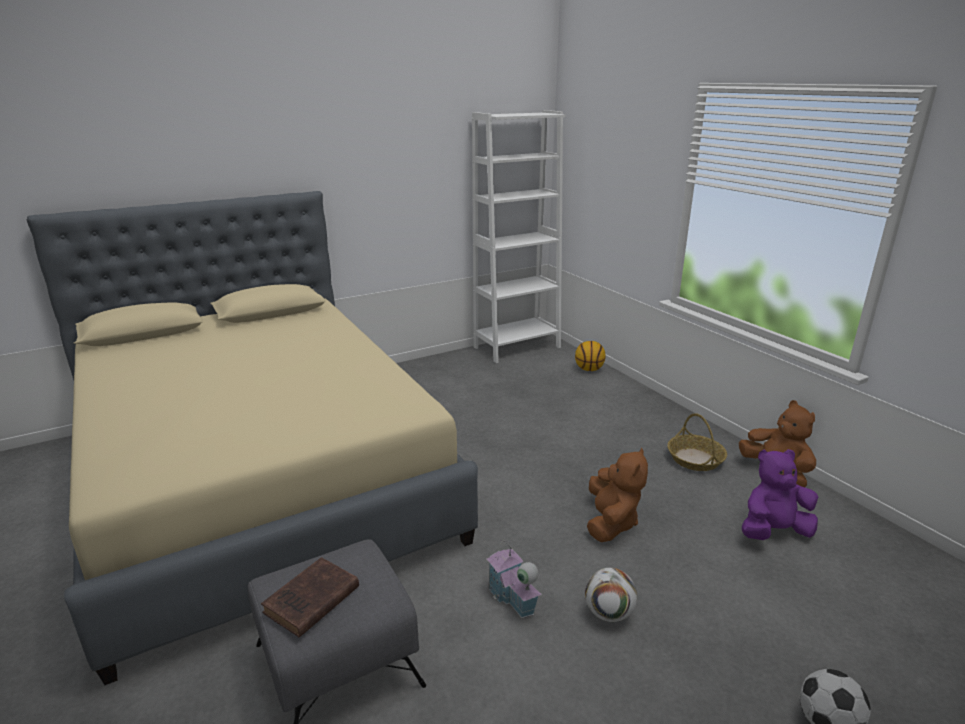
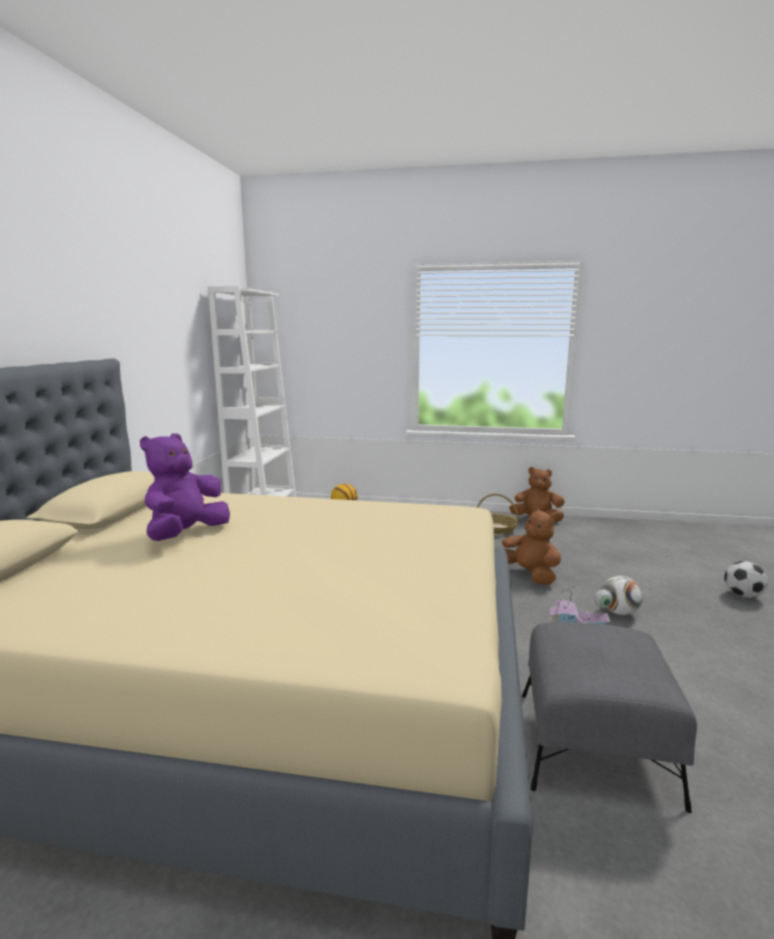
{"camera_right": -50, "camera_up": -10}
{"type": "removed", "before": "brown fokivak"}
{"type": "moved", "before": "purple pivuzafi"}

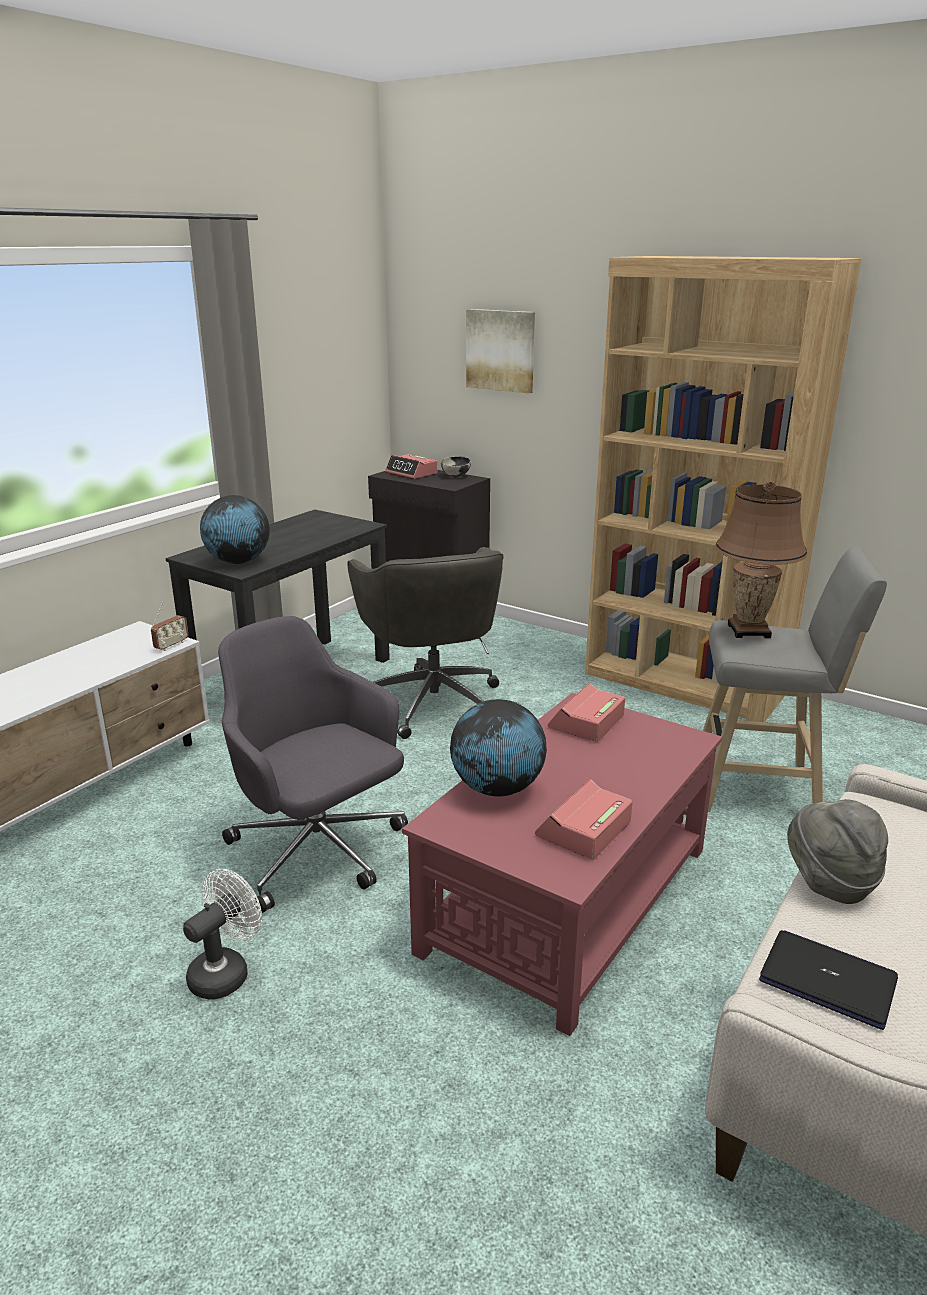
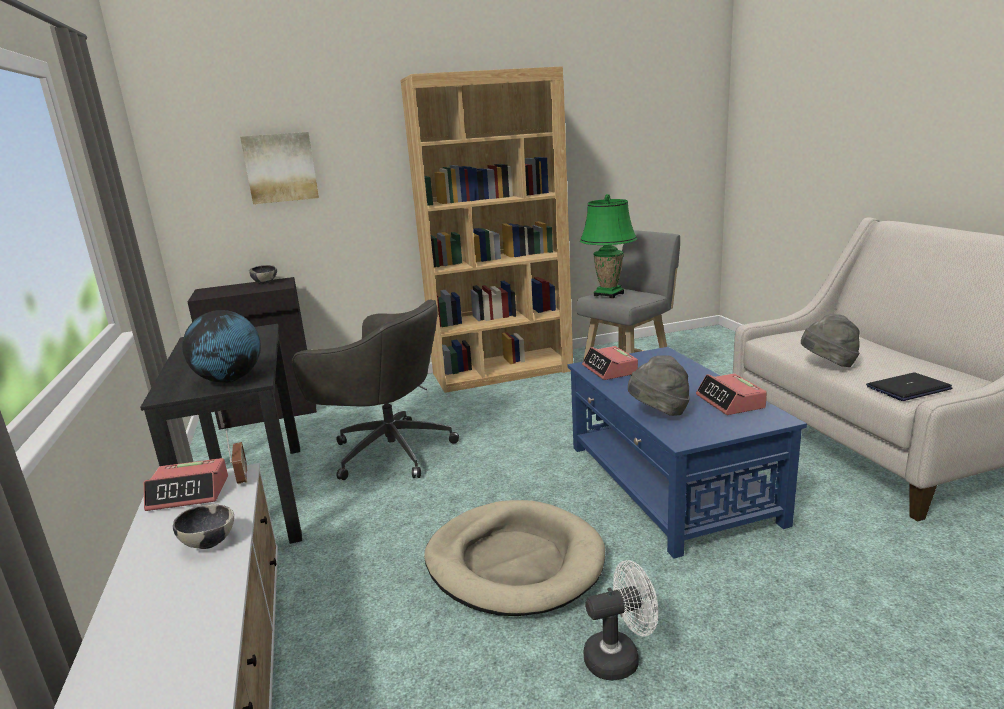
{"camera_right": -50, "camera_up": -5}
{"type": "added", "after": "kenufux (1st from left)"}
{"type": "moved", "before": "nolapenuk (1st from left)"}
{"type": "replaced", "before": "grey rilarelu (1st from left)", "after": "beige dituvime"}
{"type": "replaced", "before": "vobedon (2nd from left)", "after": "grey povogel (1st from left)"}
{"type": "recoloured", "before": "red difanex", "after": "blue difanex"}
{"type": "recoloured", "before": "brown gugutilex", "after": "green gugutilex"}
{"type": "turned", "before": "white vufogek", "turn": 90}

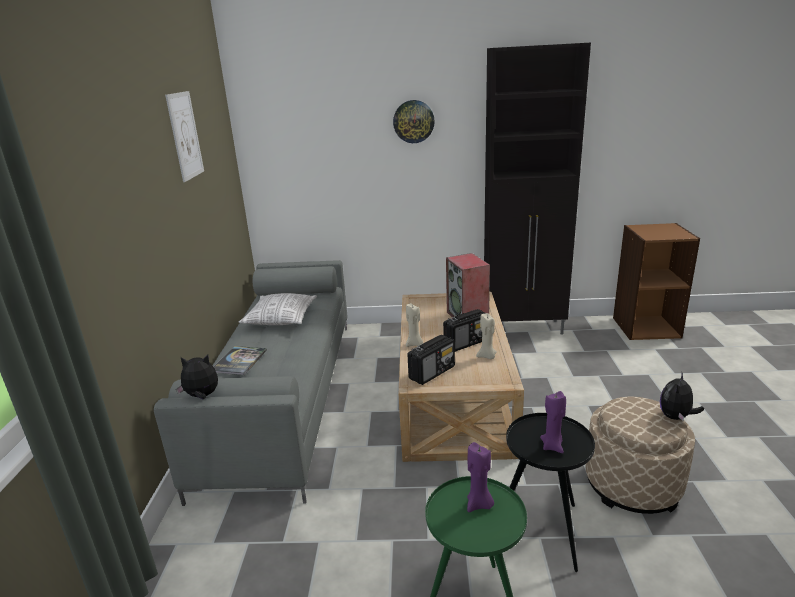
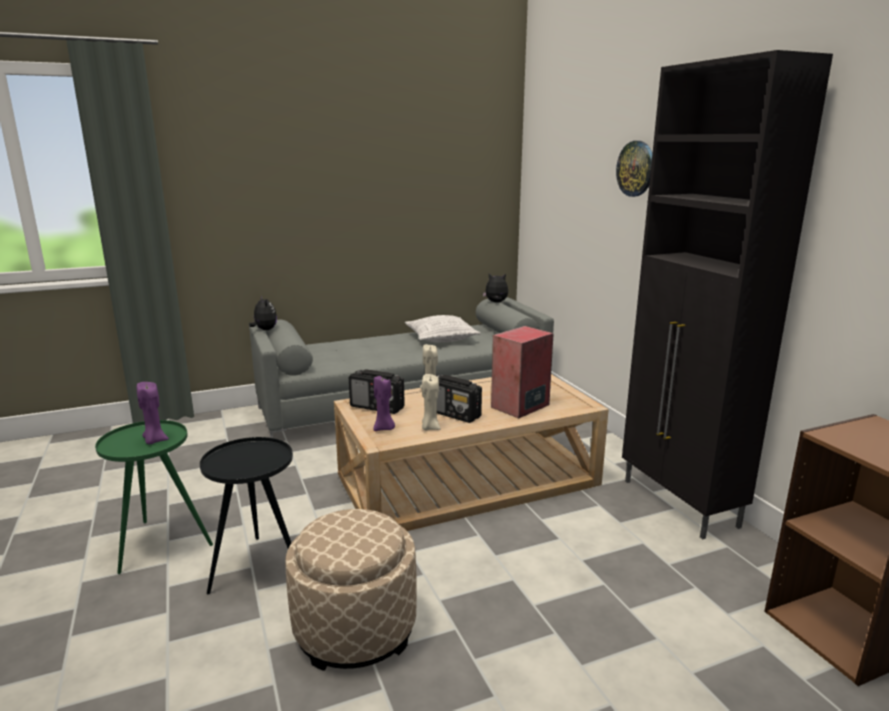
{"camera_right": 65, "camera_up": -5}
{"type": "removed", "before": "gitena"}
{"type": "removed", "before": "fokivak"}
{"type": "moved", "before": "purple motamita (2nd from left)"}
{"type": "moved", "before": "pivuzafi (2nd from left)"}

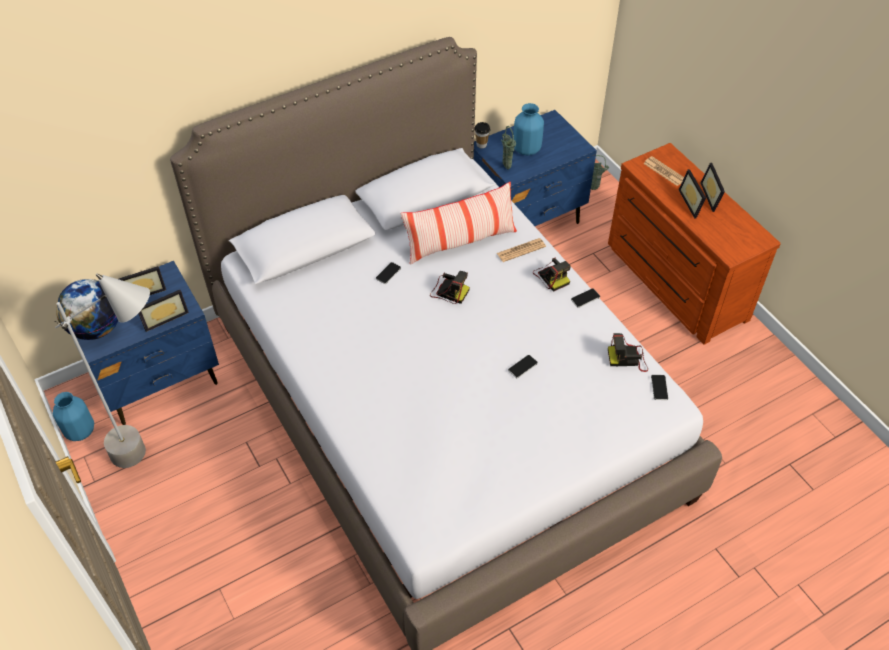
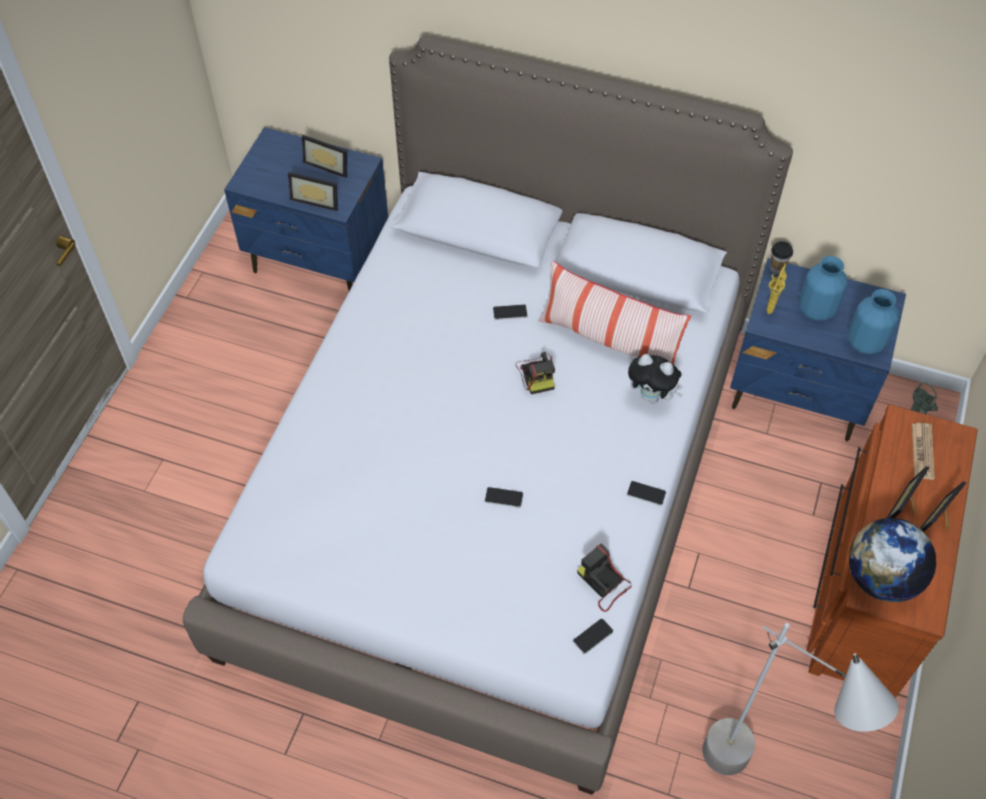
{"camera_right": 50, "camera_up": 5}
{"type": "removed", "before": "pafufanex (2nd from left)"}
{"type": "moved", "before": "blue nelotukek (1st from left in the first image)", "after": "blue nelotukek (2nd from left)"}
{"type": "moved", "before": "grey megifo"}
{"type": "moved", "before": "vobedon"}
{"type": "replaced", "before": "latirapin (1st from left)", "after": "pivuzafi"}
{"type": "recoloured", "before": "green nelotukek (1st from left)", "after": "yellow nelotukek"}

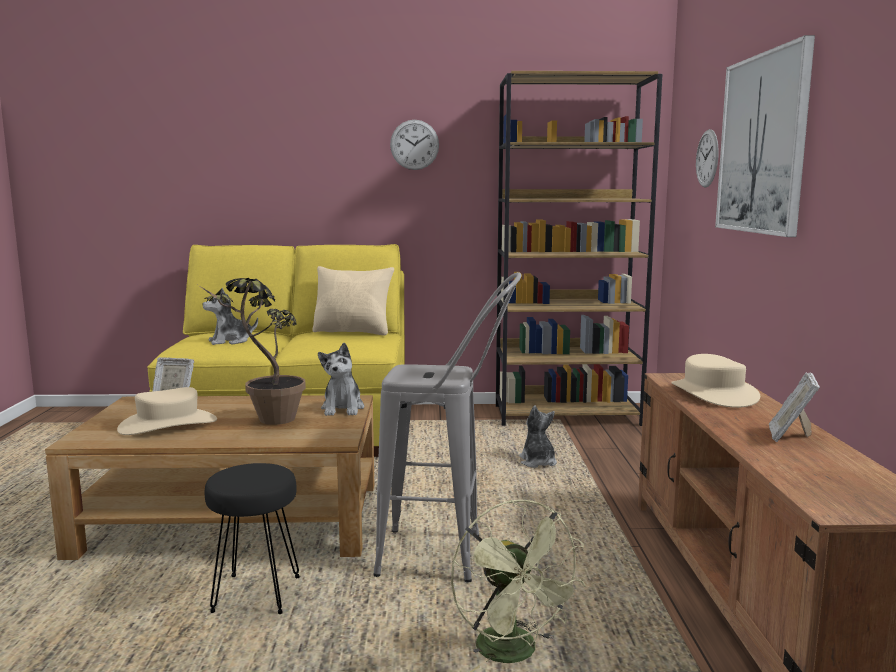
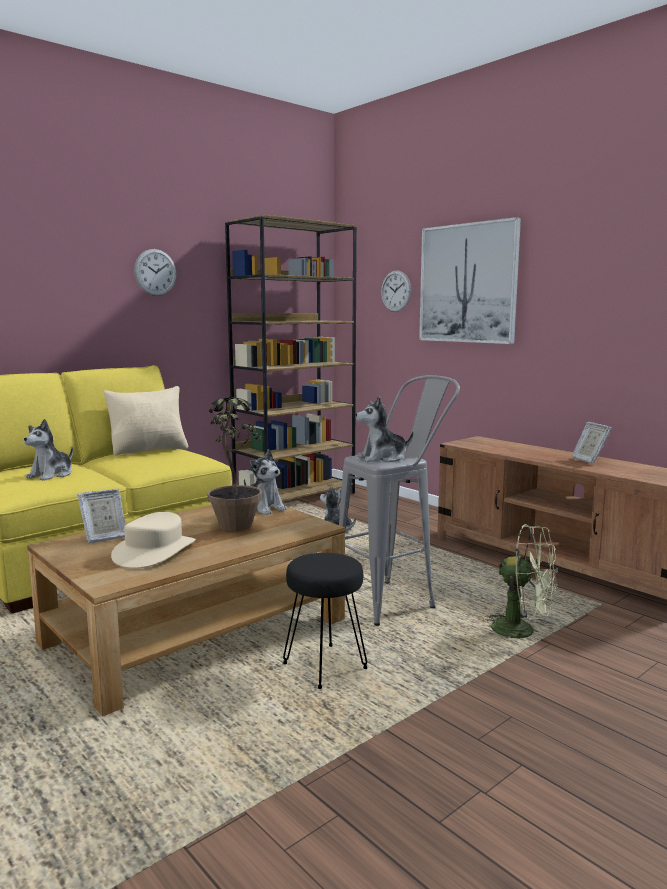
{"camera_right": -40, "camera_up": 0}
{"type": "removed", "before": "beige povogel (2nd from left)"}
{"type": "added", "after": "pivuzafi (4th from left)"}

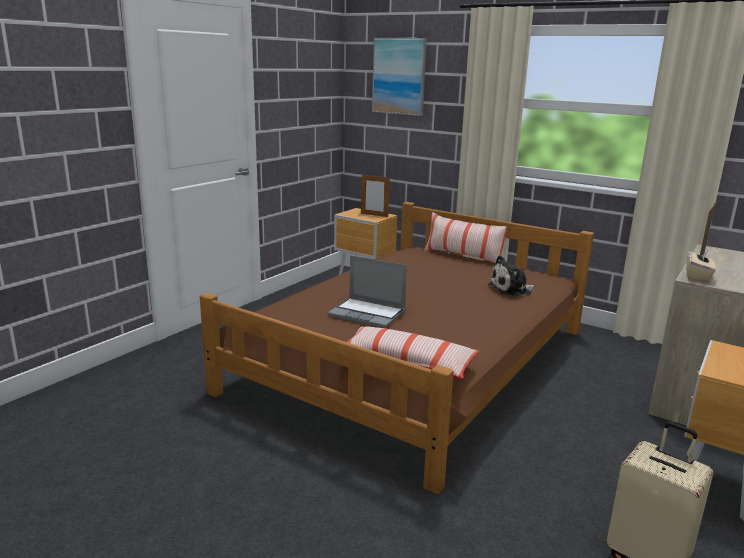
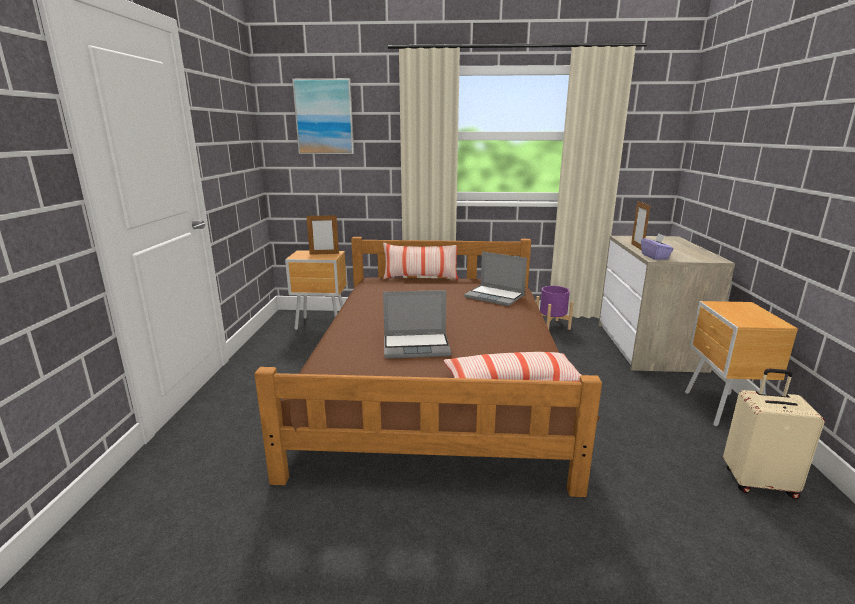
{"camera_right": -30, "camera_up": 0}
{"type": "added", "after": "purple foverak"}
{"type": "replaced", "before": "pivuzafi", "after": "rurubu (2nd from left)"}
{"type": "recoloured", "before": "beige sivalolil", "after": "purple sivalolil"}

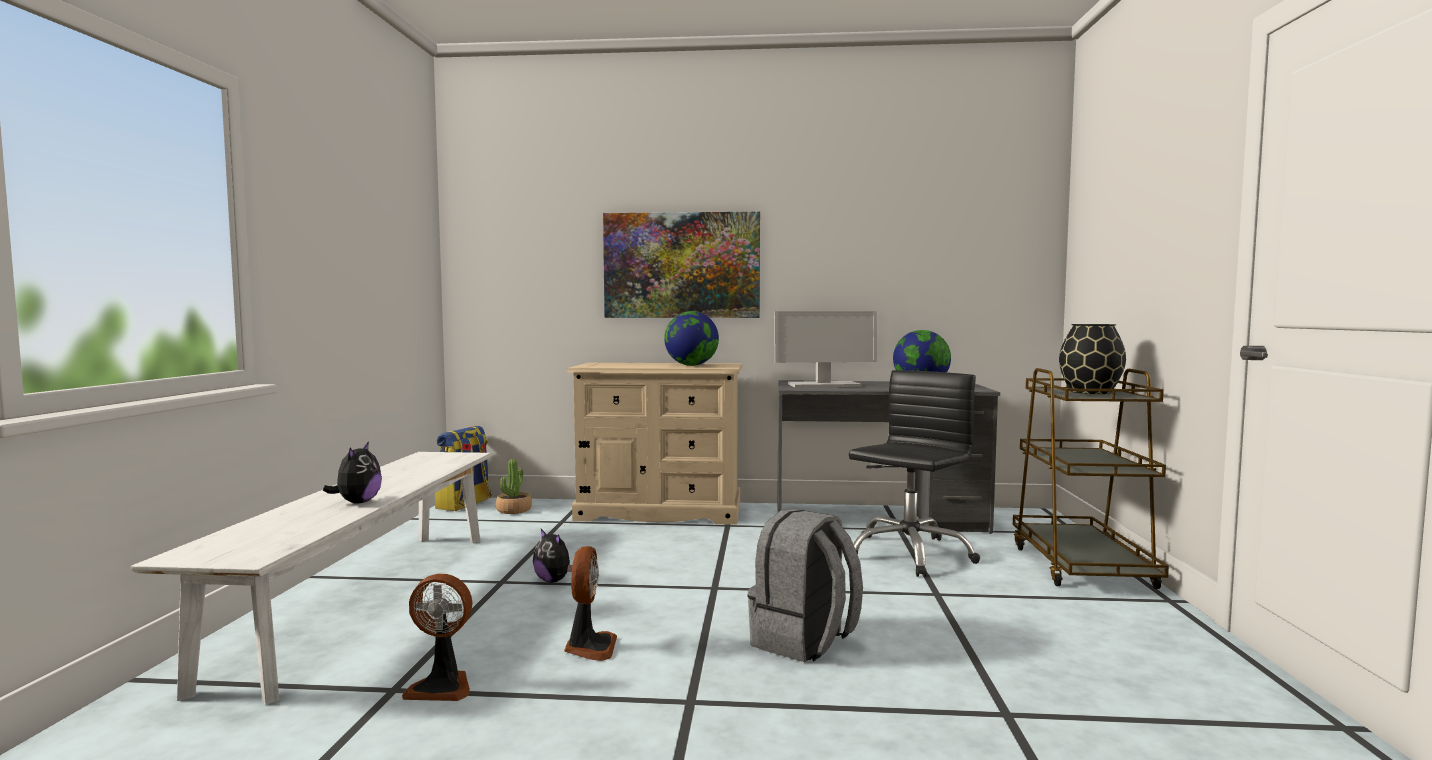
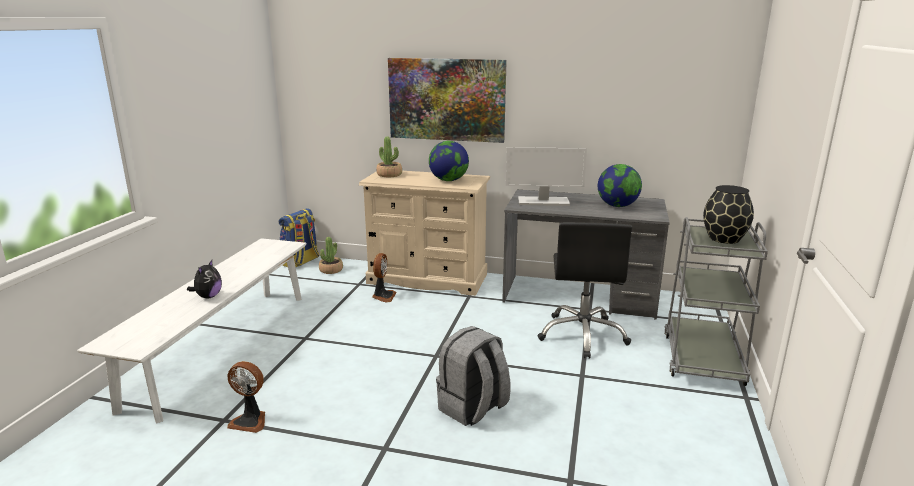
{"camera_right": 10, "camera_up": 15}
{"type": "removed", "before": "pivuzafi (2nd from left)"}
{"type": "added", "after": "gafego (2nd from left)"}
{"type": "moved", "before": "vufogek (2nd from left)"}
{"type": "recoloured", "before": "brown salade", "after": "grey salade"}
{"type": "turned", "before": "black rilarelu", "turn": 135}

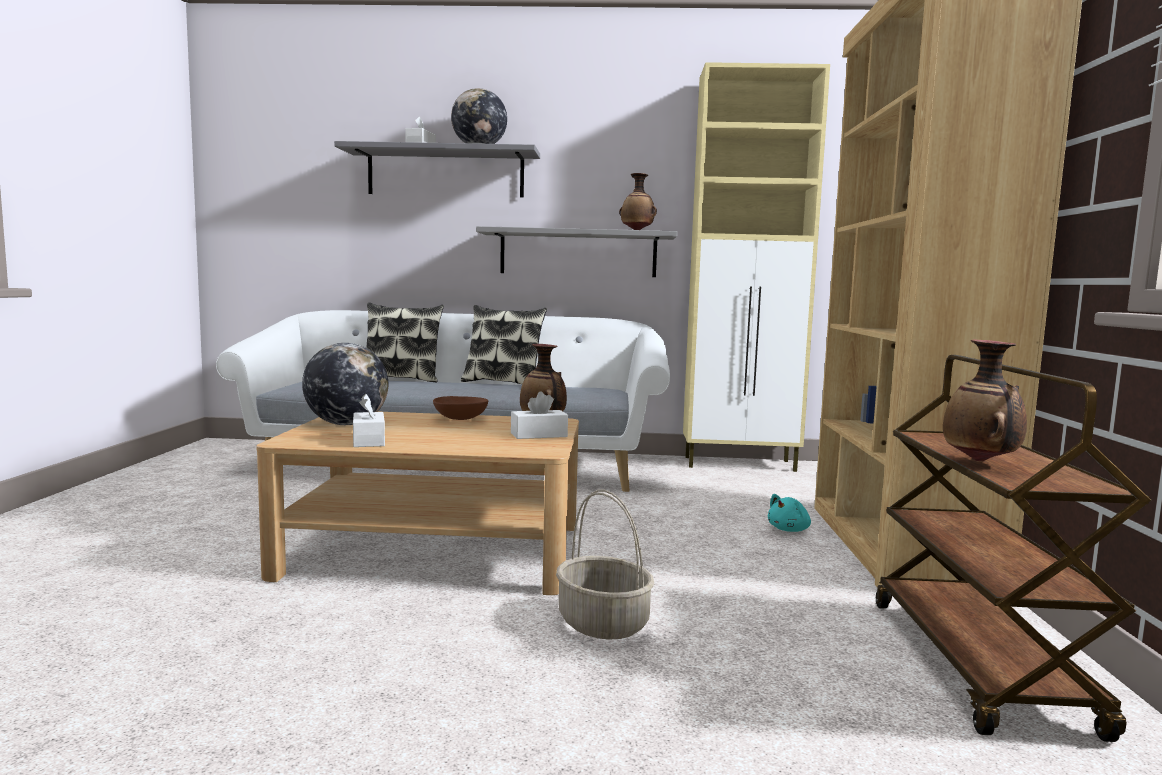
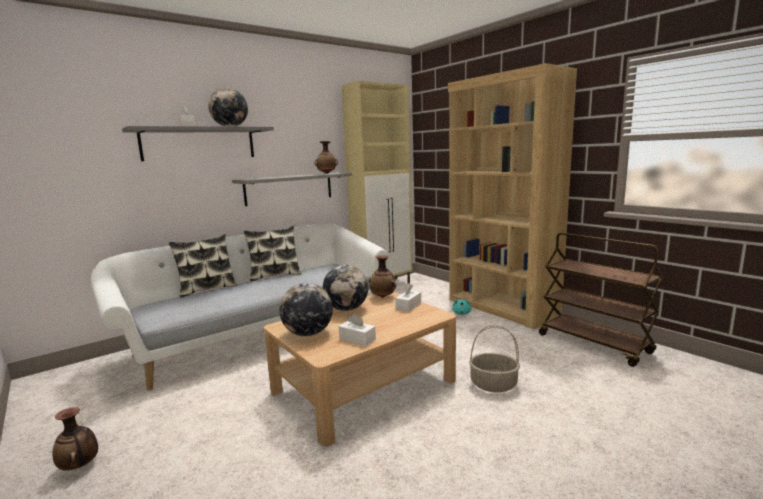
{"camera_right": -40, "camera_up": 5}
{"type": "moved", "before": "nelotukek (3rd from left in the first image)", "after": "nelotukek (1st from left)"}
{"type": "replaced", "before": "brown kenufux", "after": "vobedon (3rd from left)"}

